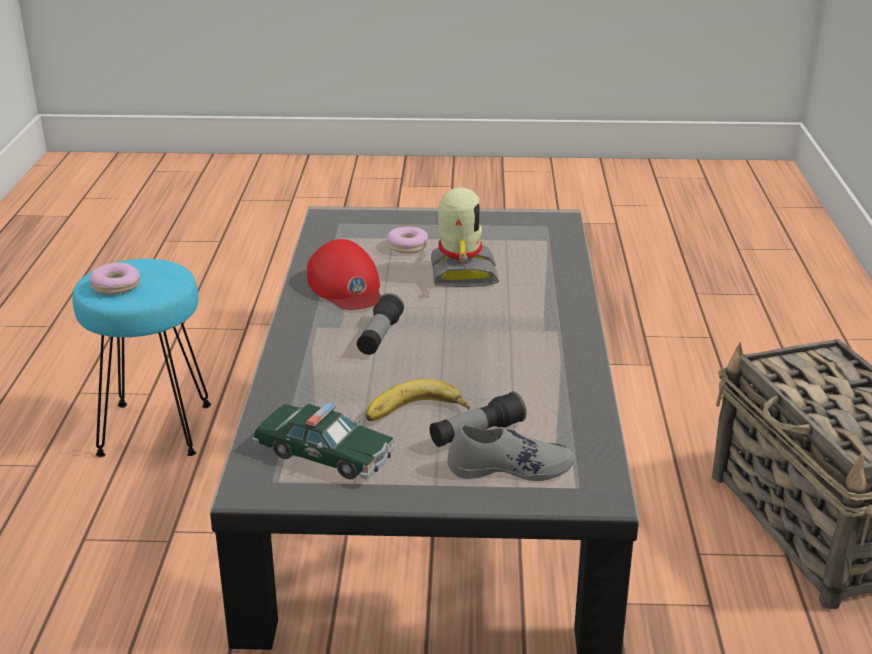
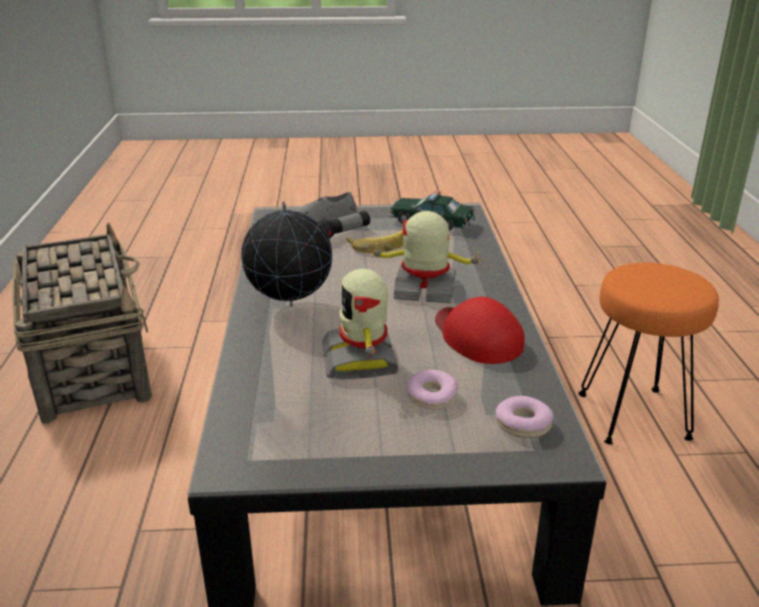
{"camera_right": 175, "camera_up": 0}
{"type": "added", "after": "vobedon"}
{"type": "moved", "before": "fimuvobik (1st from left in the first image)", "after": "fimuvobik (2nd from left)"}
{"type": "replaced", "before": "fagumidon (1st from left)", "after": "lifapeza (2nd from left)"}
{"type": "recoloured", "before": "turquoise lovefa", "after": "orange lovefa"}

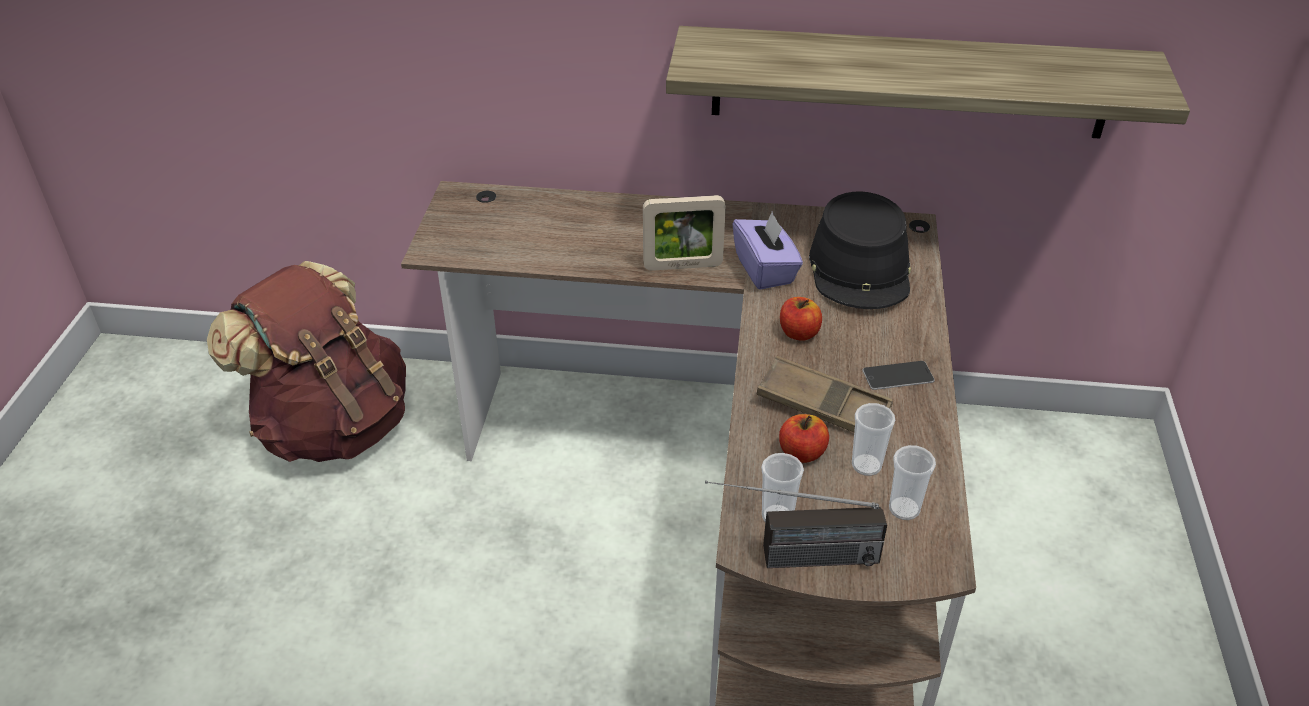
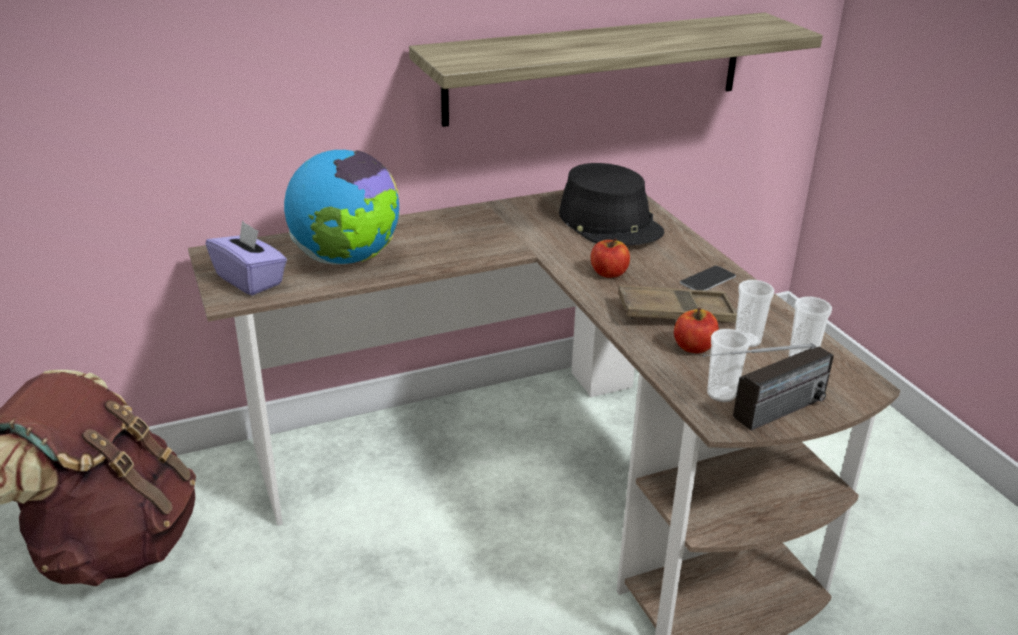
{"camera_right": -30, "camera_up": -10}
{"type": "removed", "before": "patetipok"}
{"type": "added", "after": "vobedon"}
{"type": "moved", "before": "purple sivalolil"}

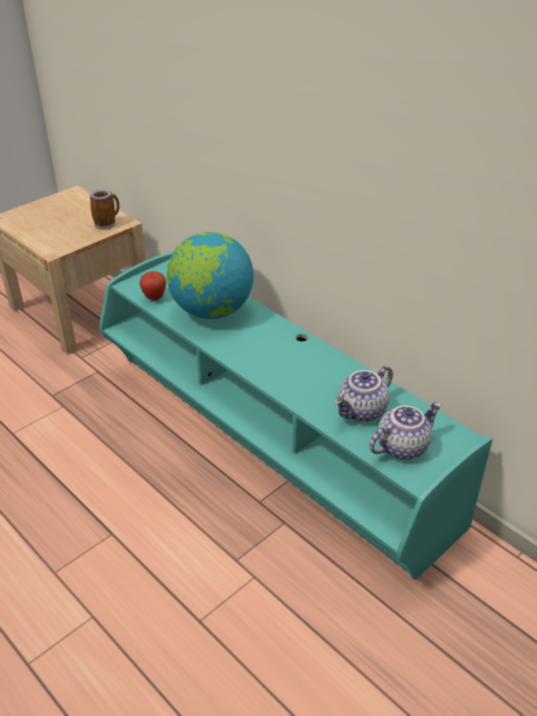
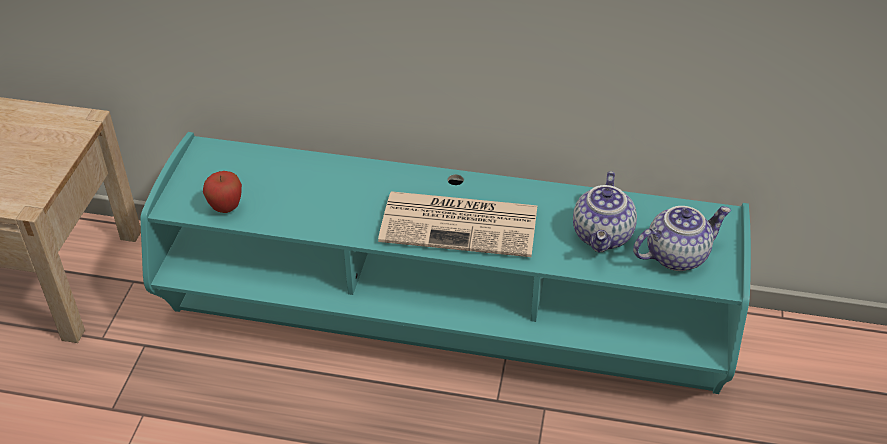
{"camera_right": -35, "camera_up": 5}
{"type": "removed", "before": "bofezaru"}
{"type": "removed", "before": "vobedon"}
{"type": "added", "after": "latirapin"}
{"type": "turned", "before": "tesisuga (2nd from left)", "turn": 45}

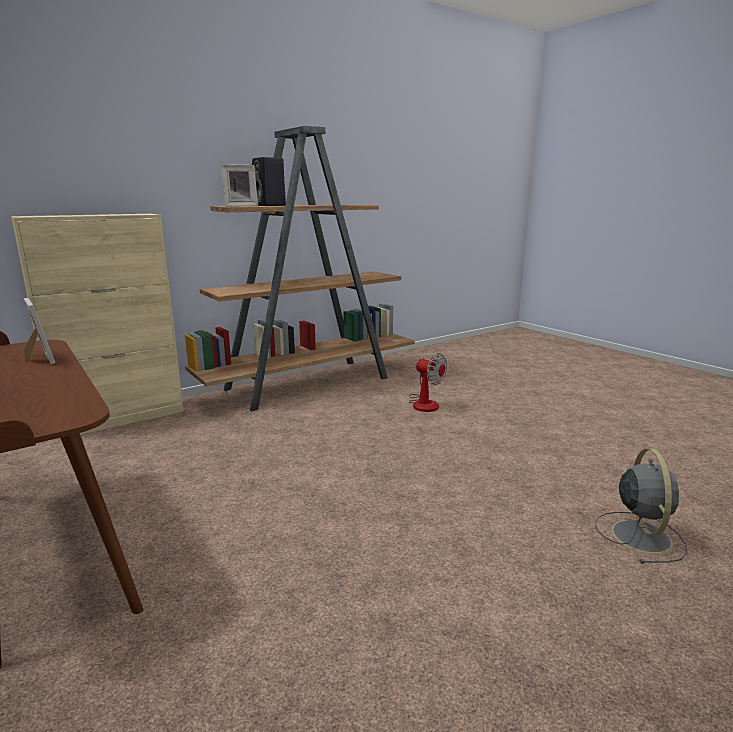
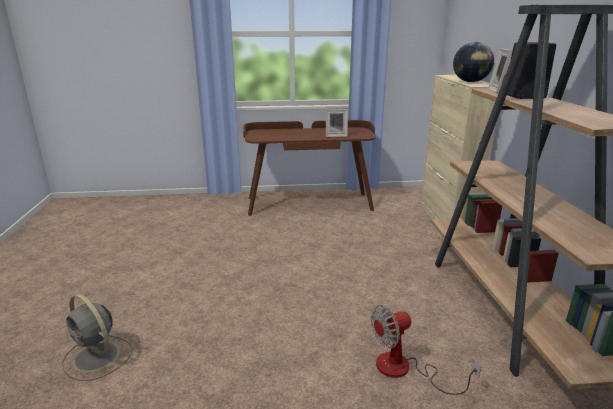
{"camera_right": 120, "camera_up": 5}
{"type": "added", "after": "vobedon"}

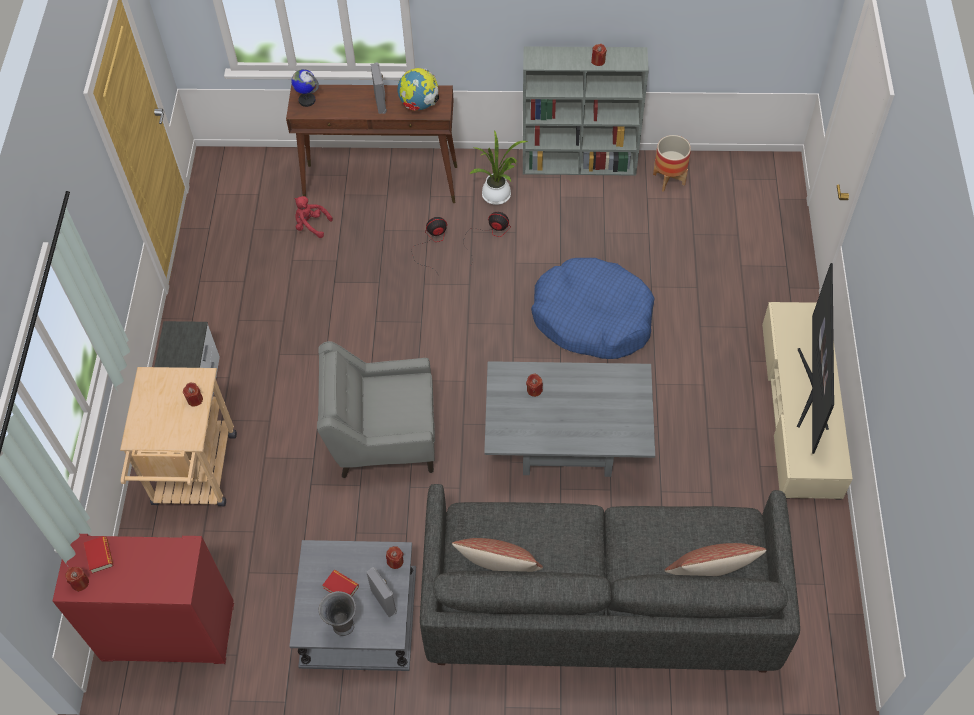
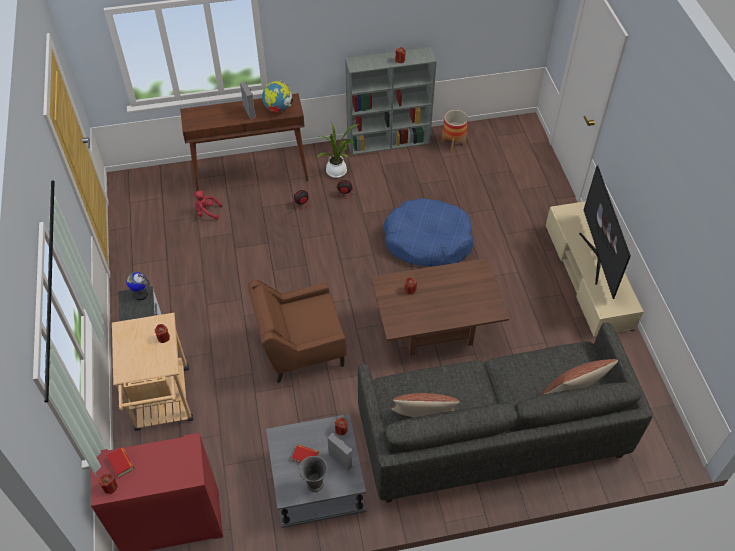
{"camera_right": -15, "camera_up": -5}
{"type": "moved", "before": "vobedon (1st from left)"}
{"type": "recoloured", "before": "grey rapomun", "after": "brown rapomun"}
{"type": "recoloured", "before": "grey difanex", "after": "brown difanex"}

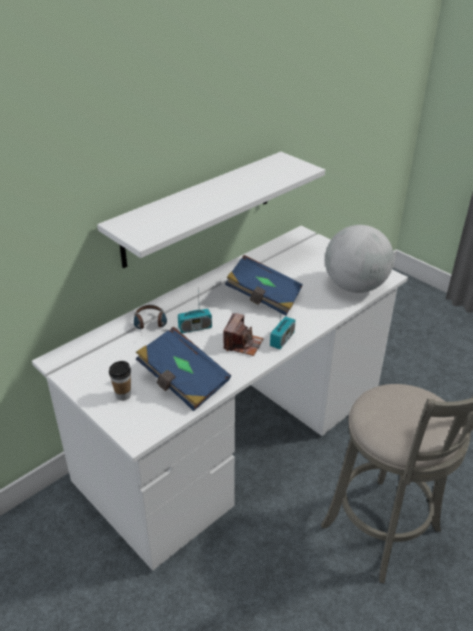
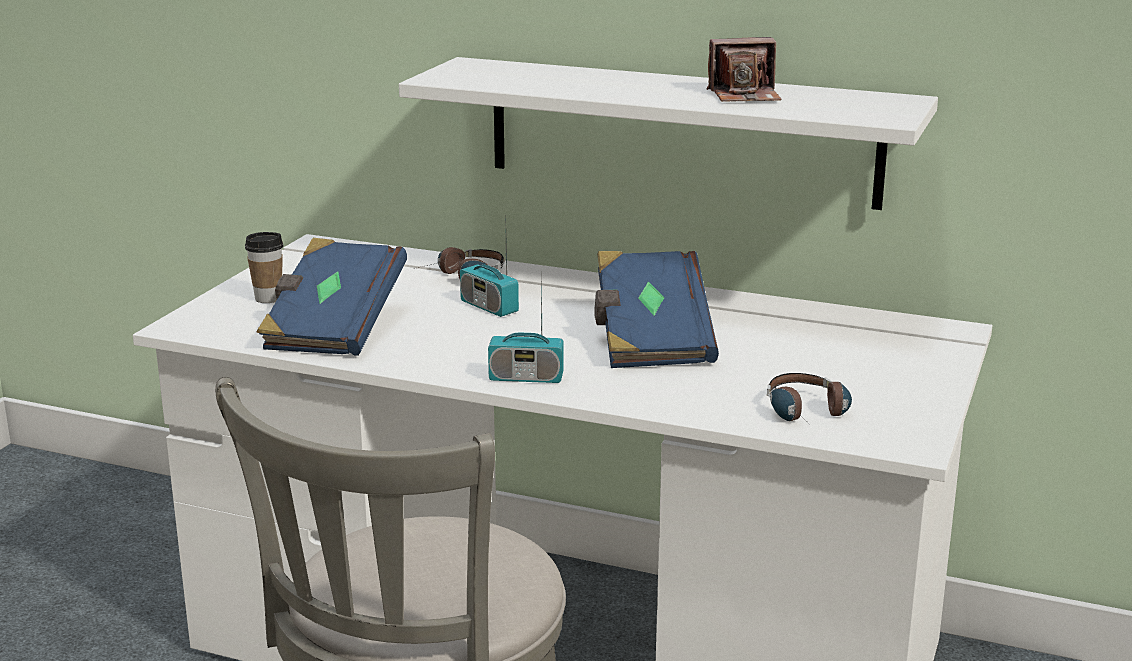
{"camera_right": 65, "camera_up": -15}
{"type": "moved", "before": "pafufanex"}
{"type": "replaced", "before": "vobedon", "after": "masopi (2nd from left)"}

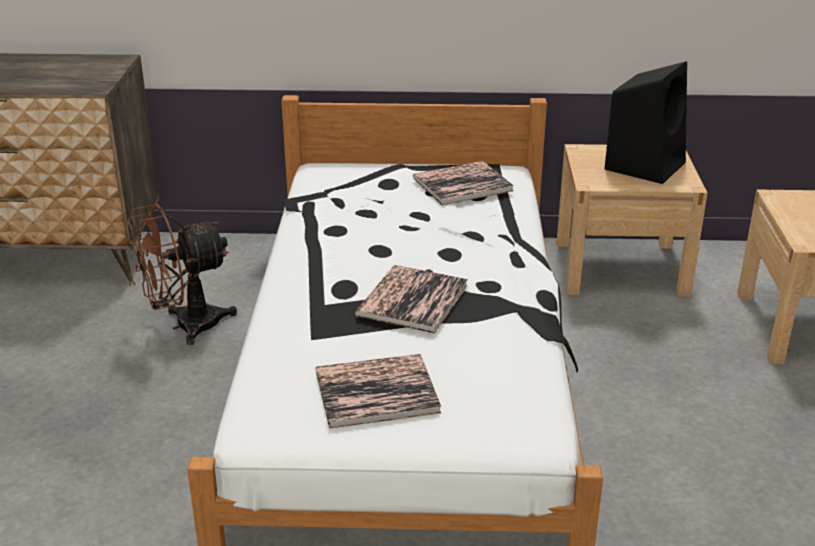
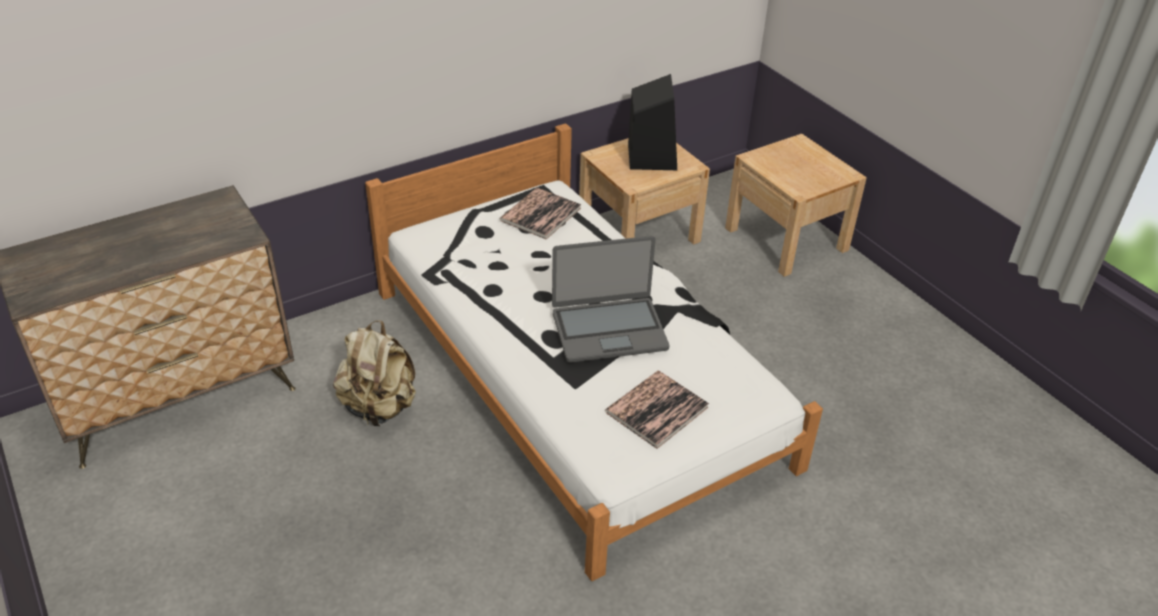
{"camera_right": -35, "camera_up": 10}
{"type": "replaced", "before": "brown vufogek", "after": "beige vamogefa"}
{"type": "replaced", "before": "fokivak (2nd from left)", "after": "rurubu"}

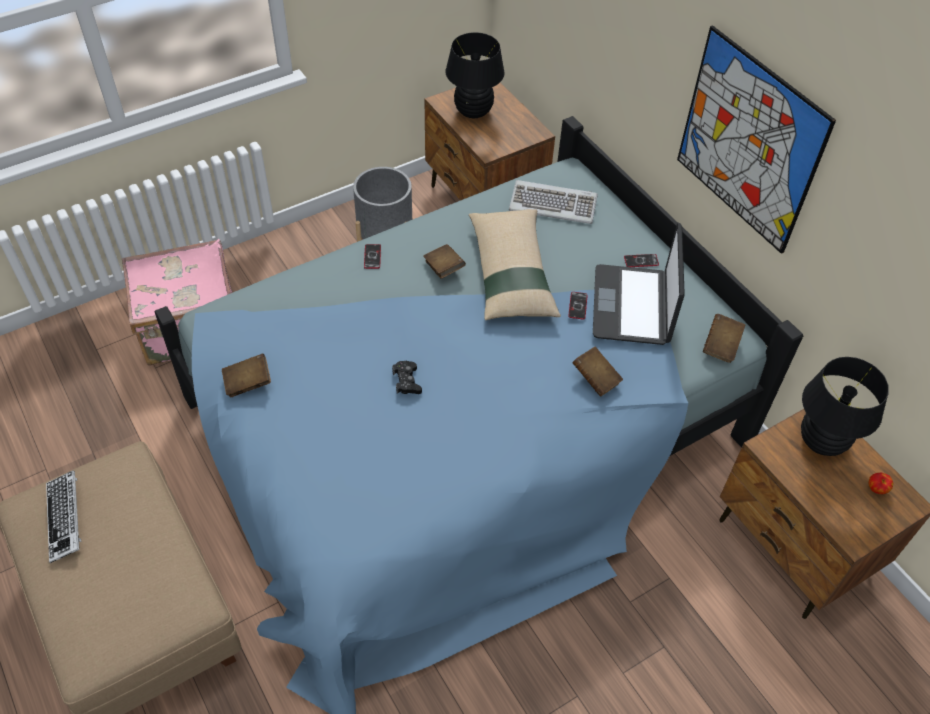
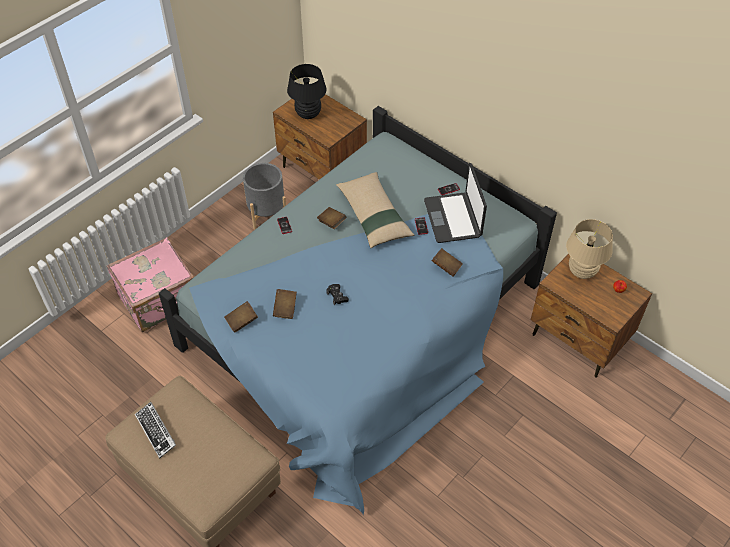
{"camera_right": -15, "camera_up": 0}
{"type": "removed", "before": "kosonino (2nd from left)"}
{"type": "removed", "before": "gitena"}
{"type": "moved", "before": "brown fokivak (4th from left in the first image)", "after": "brown fokivak (2nd from left)"}
{"type": "recoloured", "before": "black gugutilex (2nd from left)", "after": "beige gugutilex"}

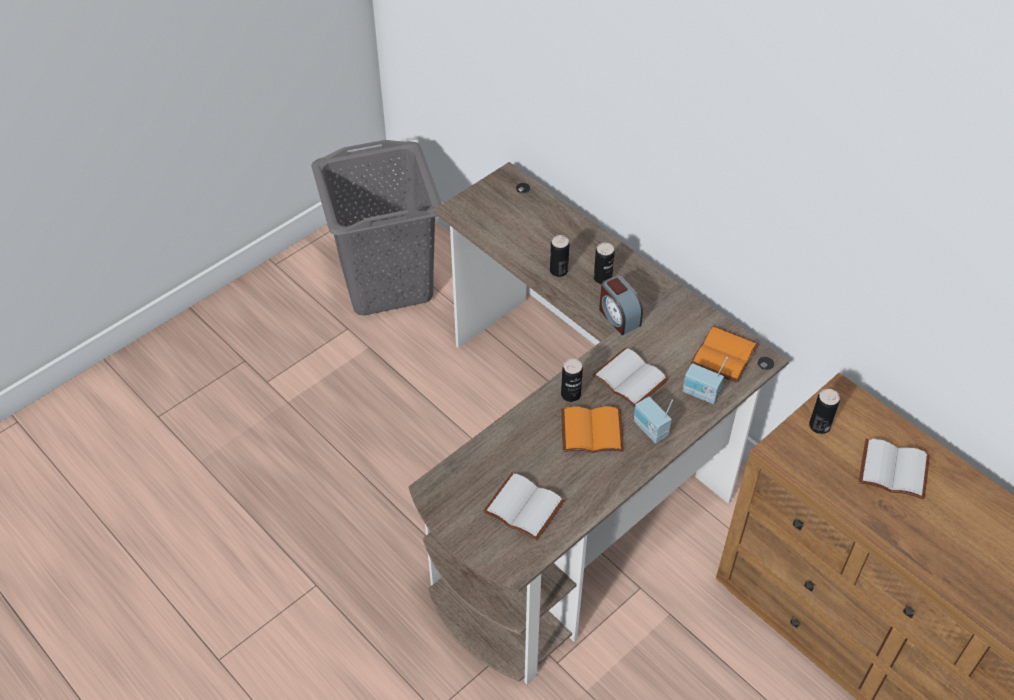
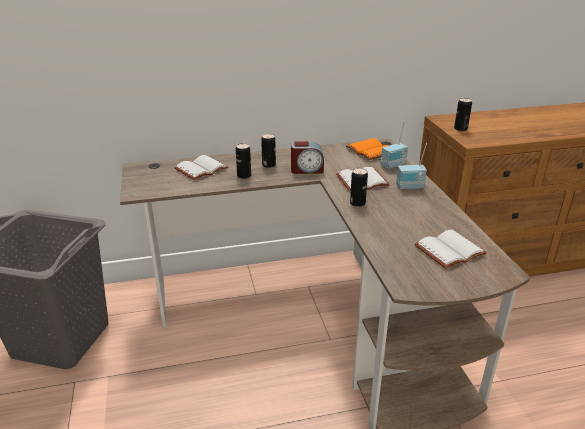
{"camera_right": -60, "camera_up": -20}
{"type": "removed", "before": "orange fokivak (1st from left)"}
{"type": "moved", "before": "white fokivak (3rd from left in the first image)", "after": "white fokivak (1st from left)"}

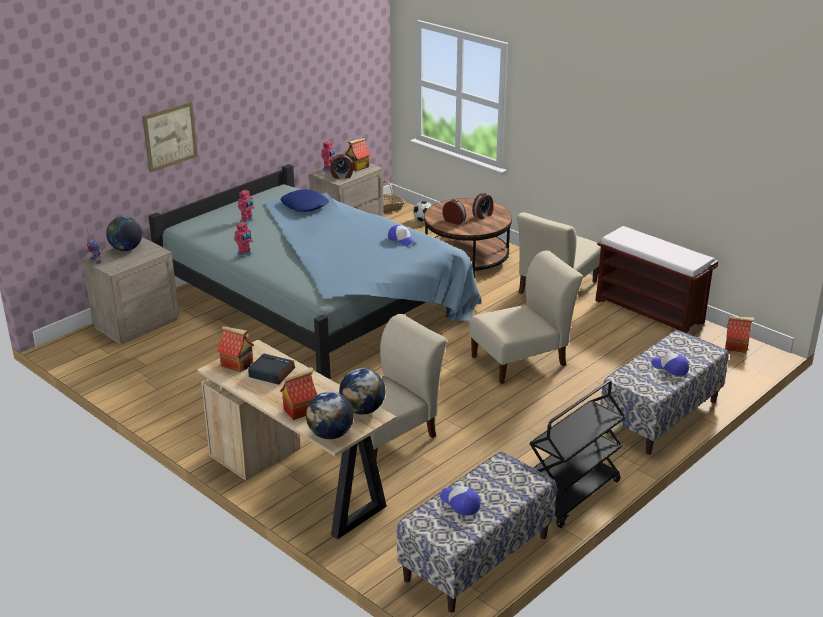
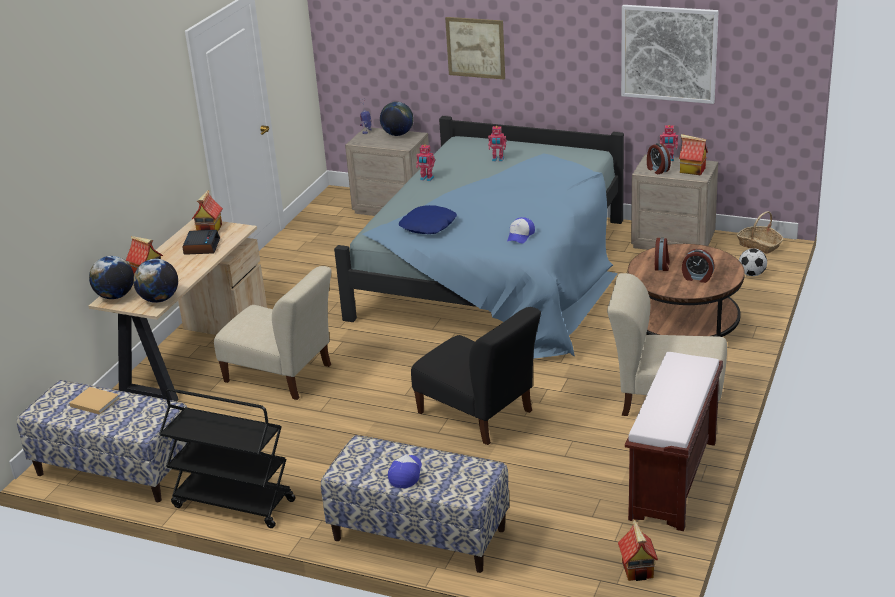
{"camera_right": 70, "camera_up": 0}
{"type": "added", "after": "gitena (2nd from left)"}
{"type": "moved", "before": "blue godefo"}
{"type": "replaced", "before": "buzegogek (2nd from left)", "after": "beige fokivak"}
{"type": "recoloured", "before": "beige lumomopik (2nd from left)", "after": "black lumomopik"}

